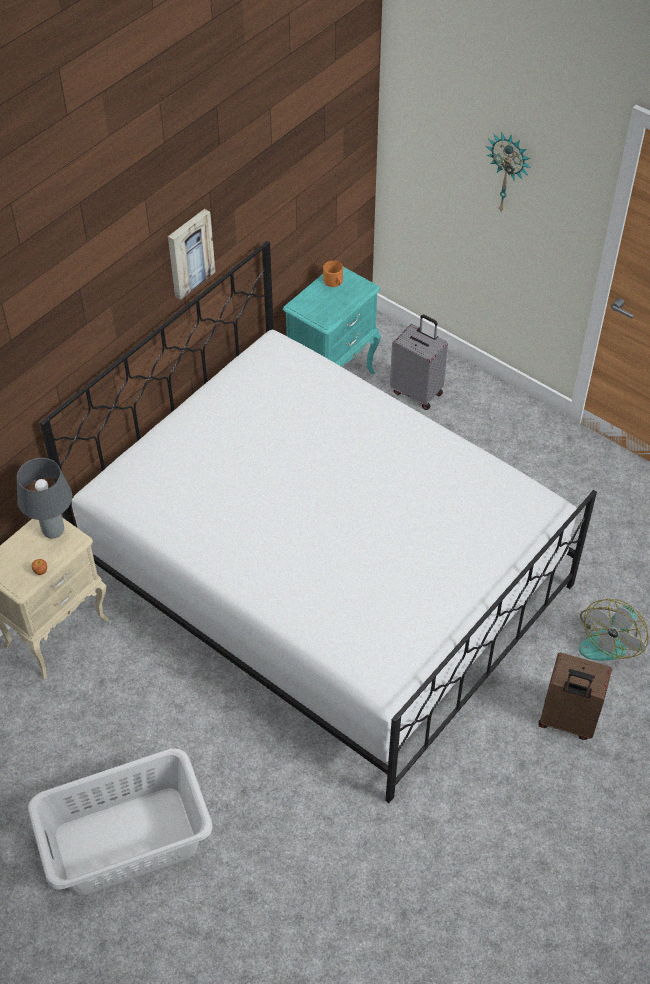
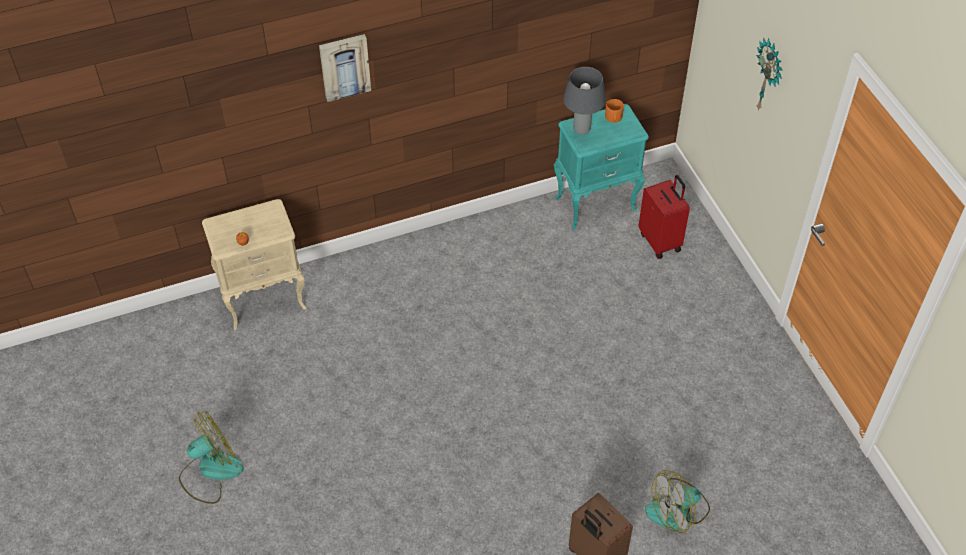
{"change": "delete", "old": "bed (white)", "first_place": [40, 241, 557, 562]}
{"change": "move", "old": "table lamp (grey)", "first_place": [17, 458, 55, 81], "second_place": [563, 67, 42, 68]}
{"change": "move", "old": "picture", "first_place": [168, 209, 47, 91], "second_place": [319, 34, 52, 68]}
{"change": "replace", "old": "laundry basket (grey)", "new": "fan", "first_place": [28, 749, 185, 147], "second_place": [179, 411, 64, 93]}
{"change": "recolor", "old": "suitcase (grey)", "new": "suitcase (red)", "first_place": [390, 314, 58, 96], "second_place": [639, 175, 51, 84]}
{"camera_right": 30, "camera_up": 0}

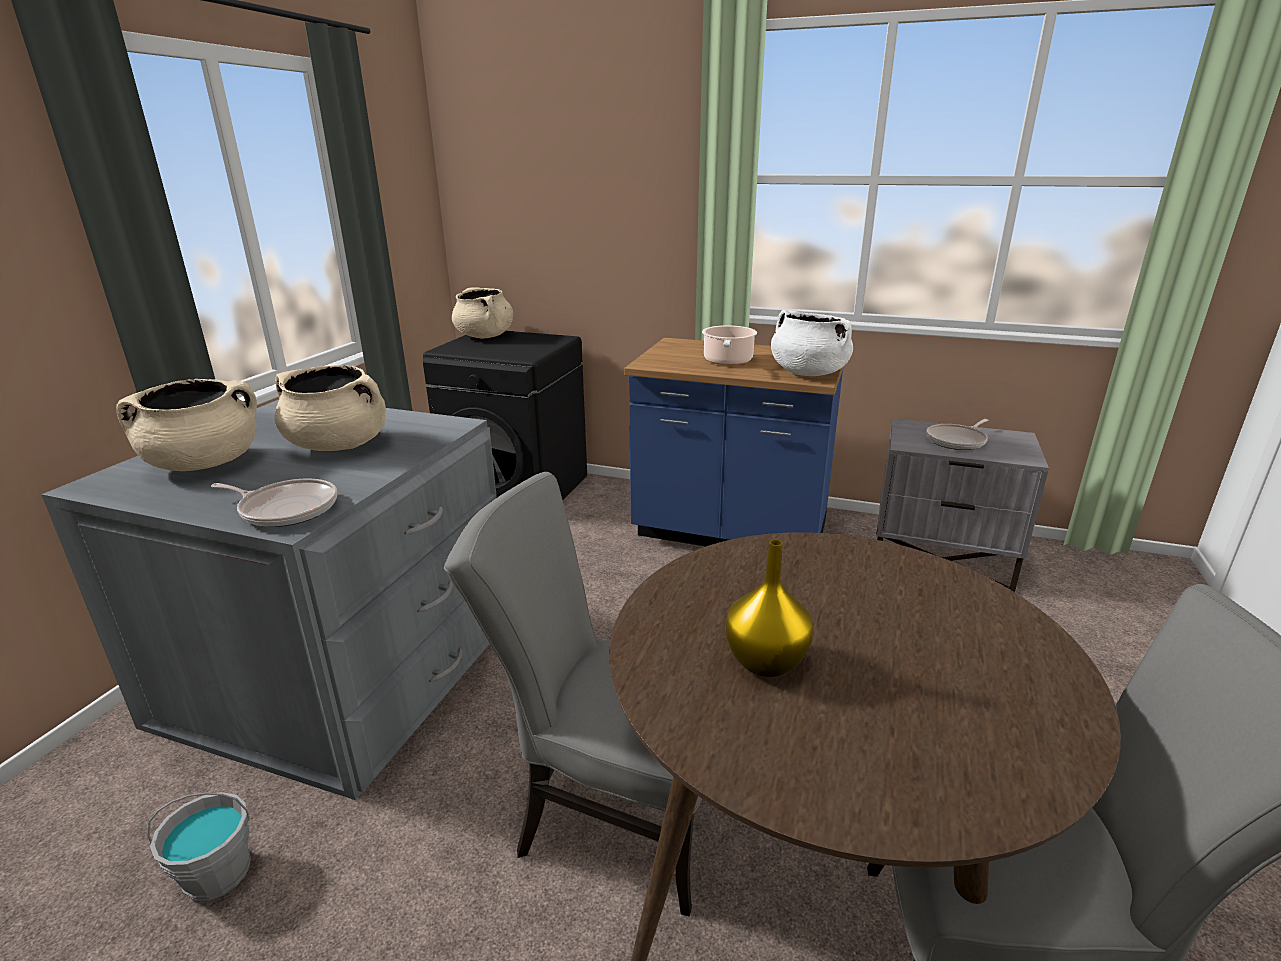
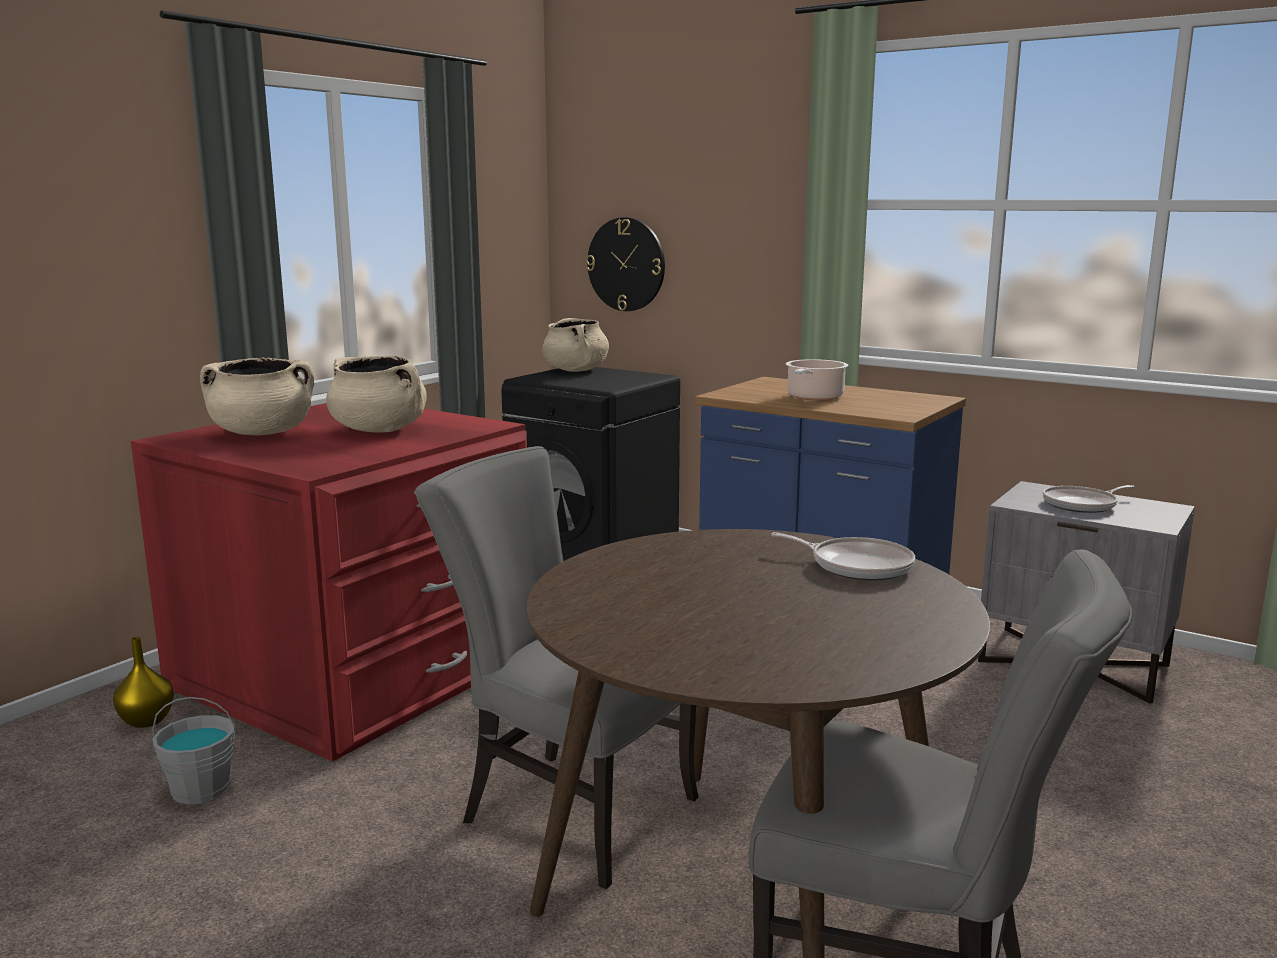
{"change": "delete", "old": "cooking pot (white)", "first_place": [771, 310, 82, 66]}
{"change": "insert", "new": "wall clock", "second_place": [586, 217, 79, 94]}
{"change": "move", "old": "frying pan", "first_place": [211, 479, 126, 48], "second_place": [771, 532, 144, 48]}
{"change": "move", "old": "vase (yellow)", "first_place": [725, 539, 88, 138], "second_place": [113, 637, 61, 91]}
{"change": "recolor", "old": "dresser (grey)", "new": "dresser (red)", "first_place": [41, 400, 456, 400], "second_place": [131, 403, 396, 359]}
{"camera_right": 15, "camera_up": -10}

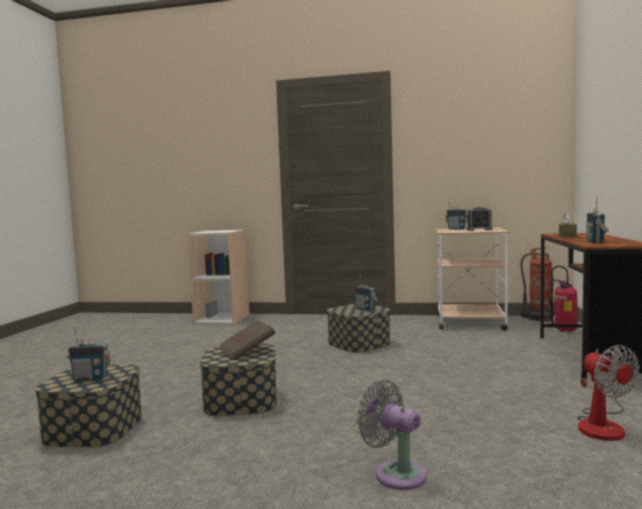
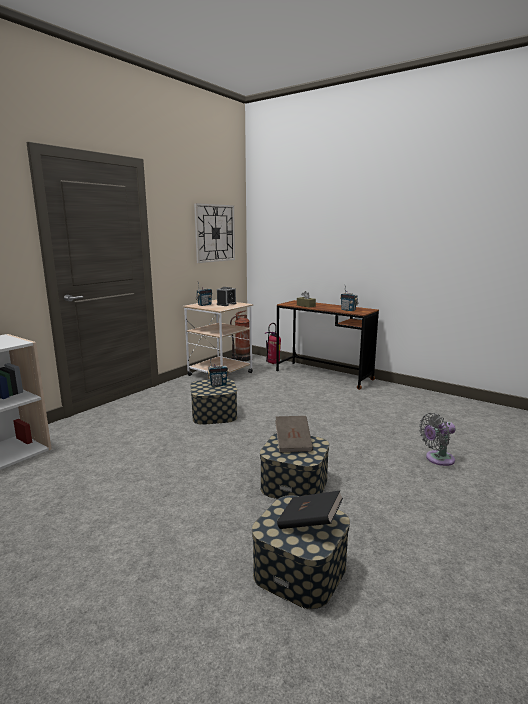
{"change": "delete", "old": "fan", "first_place": [577, 345, 63, 96]}
{"change": "insert", "new": "wall clock", "second_place": [194, 203, 41, 60]}
{"change": "replace", "old": "radio", "new": "book (black)", "first_place": [67, 327, 44, 55], "second_place": [277, 491, 66, 38]}
{"camera_right": -65, "camera_up": 10}

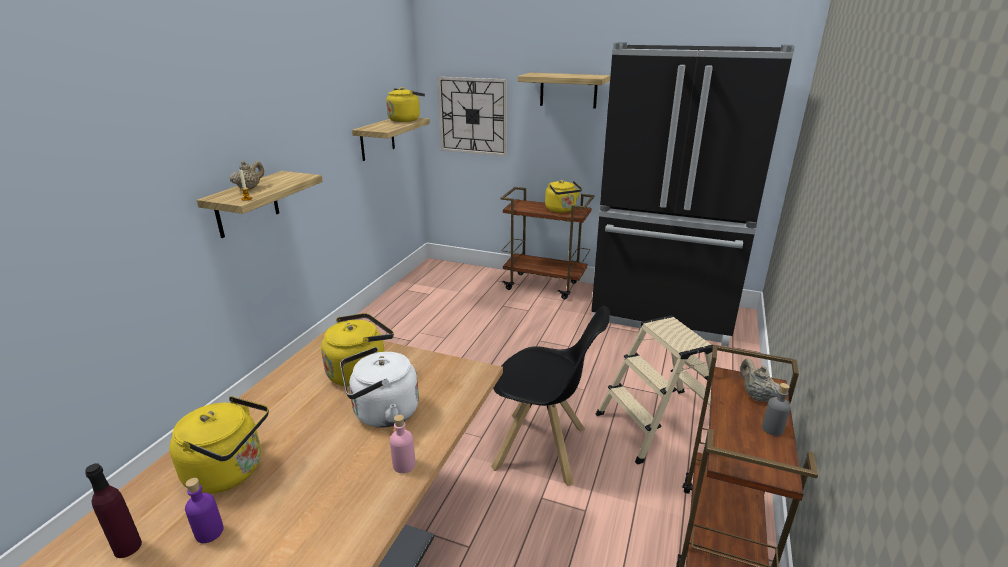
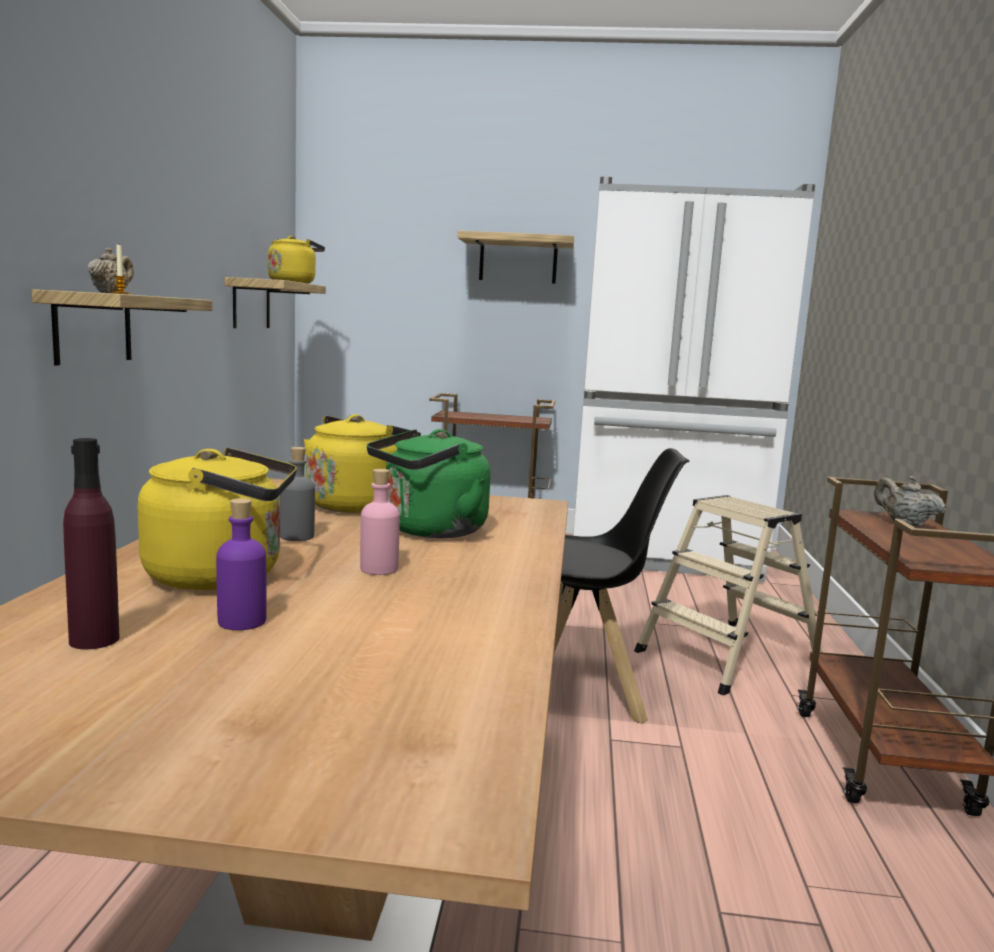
{"change": "delete", "old": "wall clock", "first_place": [437, 77, 70, 79]}
{"change": "delete", "old": "kettle (yellow)", "first_place": [545, 180, 37, 33]}
{"change": "move", "old": "bottle (pink)", "first_place": [390, 415, 26, 58], "second_place": [360, 469, 40, 106]}
{"change": "move", "old": "bottle (grey)", "first_place": [762, 383, 29, 53], "second_place": [280, 447, 35, 94]}
{"change": "recolor", "old": "kettle (white)", "new": "kettle (green)", "first_place": [340, 347, 79, 81], "second_place": [367, 429, 124, 109]}
{"change": "recolor", "old": "fridge (black)", "new": "fridge (white)", "first_place": [591, 42, 204, 305], "second_place": [573, 177, 242, 405]}
{"camera_right": -15, "camera_up": -15}

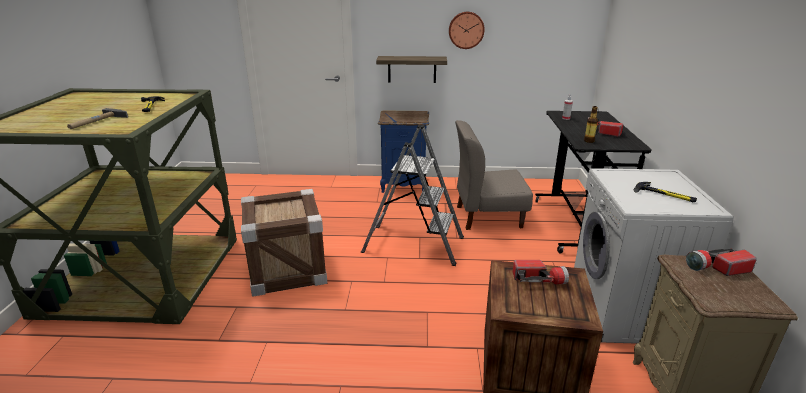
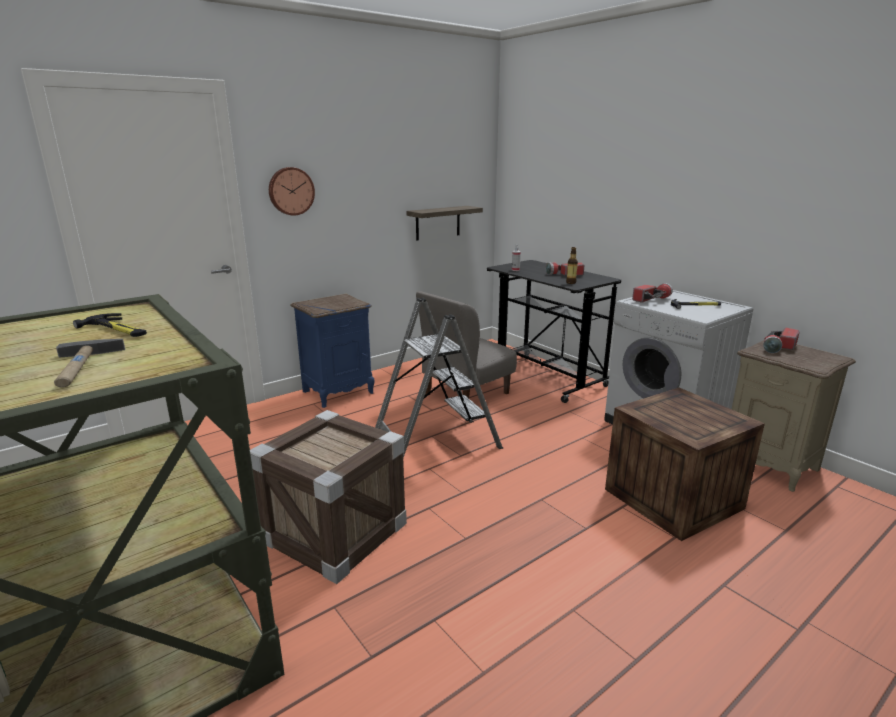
{"change": "move", "old": "shelf", "first_place": [376, 56, 71, 27], "second_place": [406, 206, 77, 34]}
{"change": "move", "old": "wall clock", "first_place": [449, 12, 36, 37], "second_place": [269, 167, 46, 49]}
{"change": "move", "old": "flashlight", "first_place": [513, 260, 56, 24], "second_place": [632, 283, 41, 20]}
{"camera_right": -40, "camera_up": -5}

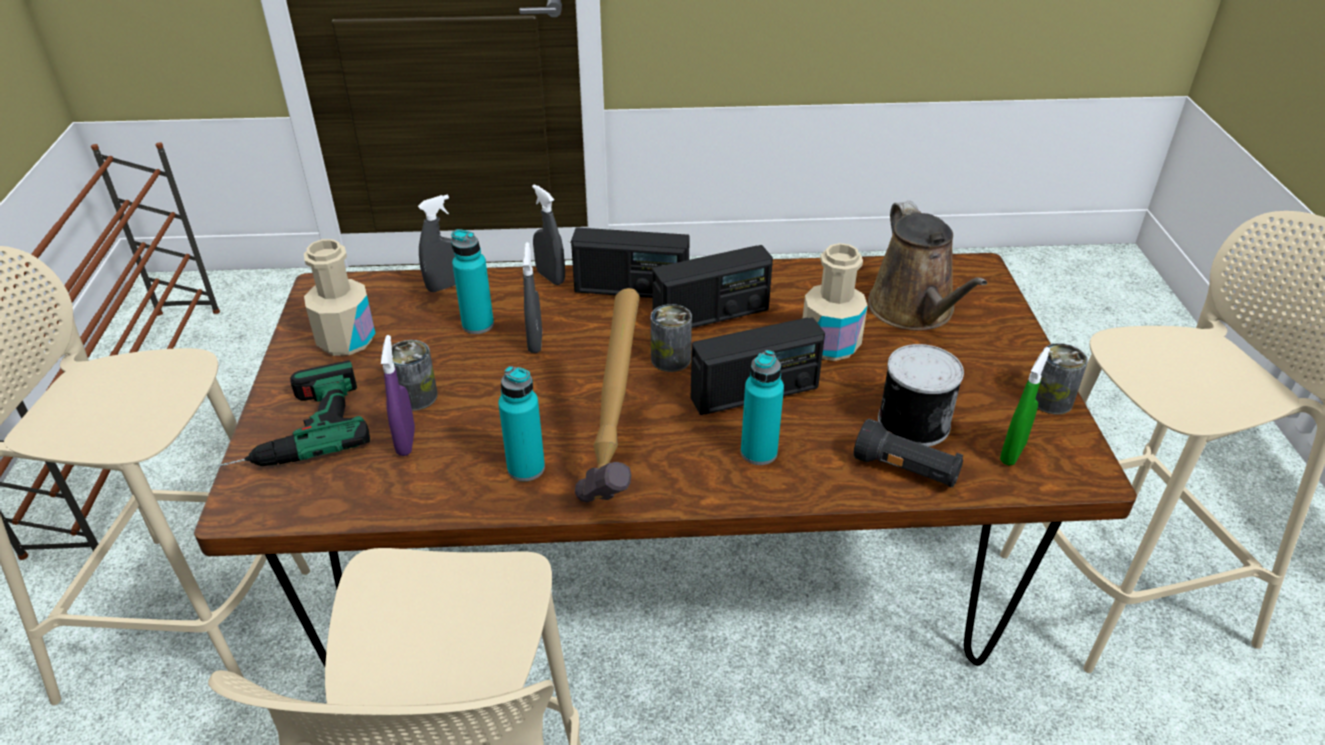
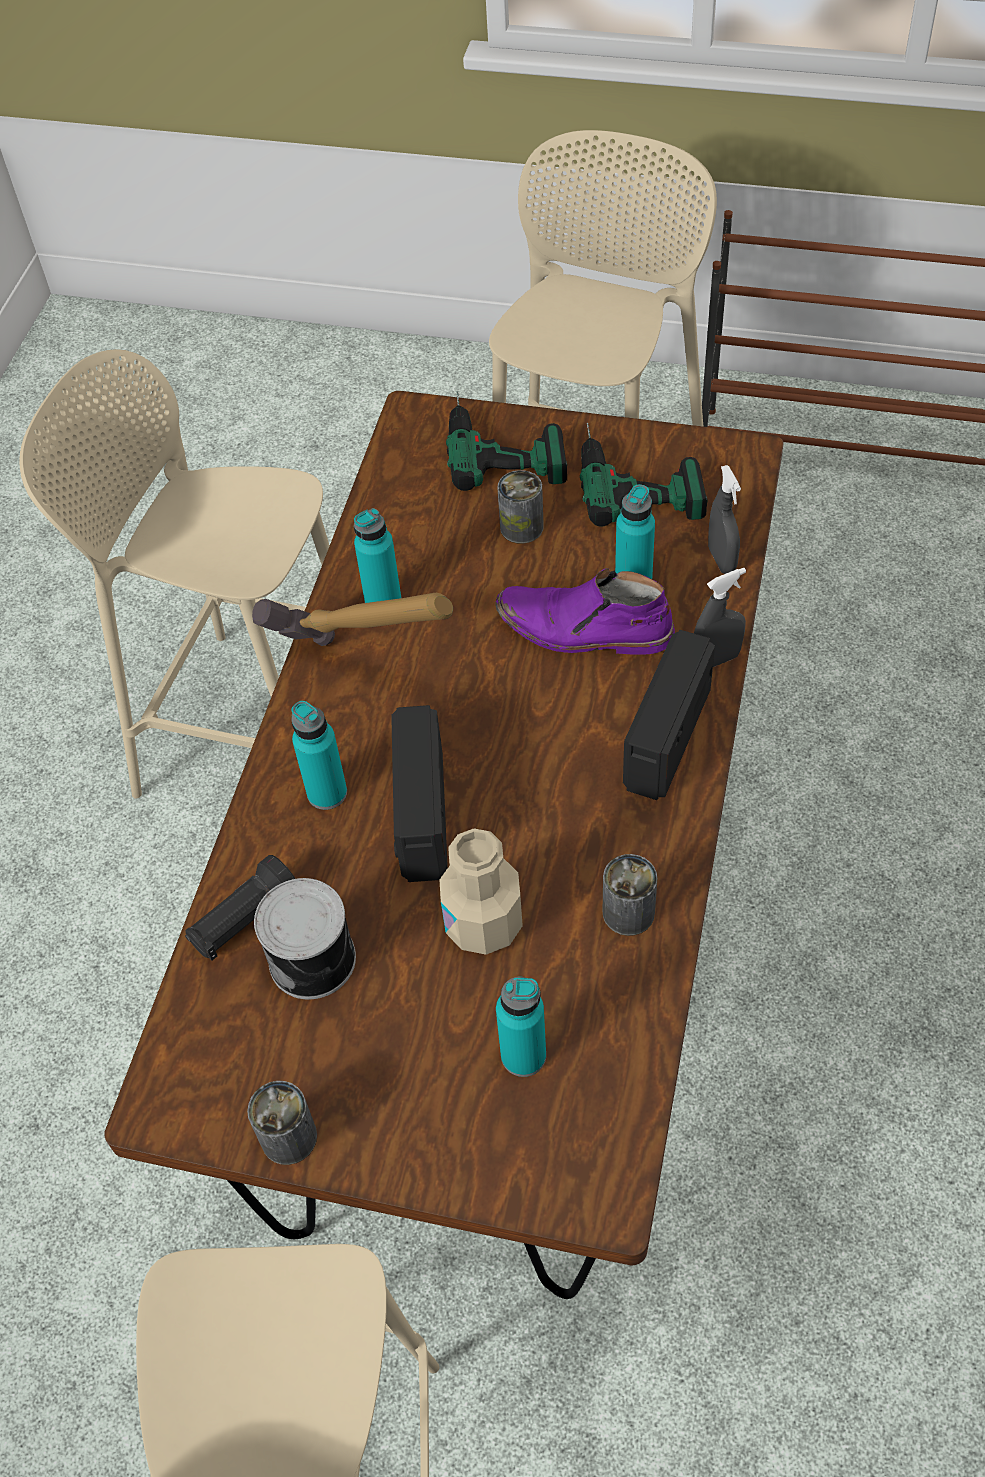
{"change": "delete", "old": "spray bottle (purple)", "first_place": [381, 335, 34, 121]}
{"change": "delete", "old": "radio", "first_place": [652, 245, 121, 83]}
{"change": "delete", "old": "spray bottle (green)", "first_place": [1000, 347, 50, 119]}
{"change": "move", "old": "can", "first_place": [651, 304, 41, 68], "second_place": [603, 854, 54, 82]}
{"change": "replace", "old": "bottle (beige)", "new": "power drill", "first_place": [304, 239, 72, 117], "second_place": [580, 422, 127, 104]}
{"change": "replace", "old": "spray bottle (grey)", "new": "boot (purple)", "first_place": [523, 242, 19, 111], "second_place": [495, 568, 180, 87]}
{"change": "replace", "old": "watering can (brown)", "new": "bottle (turquoise)", "first_place": [868, 201, 119, 129], "second_place": [496, 977, 50, 100]}
{"camera_right": 110, "camera_up": 15}

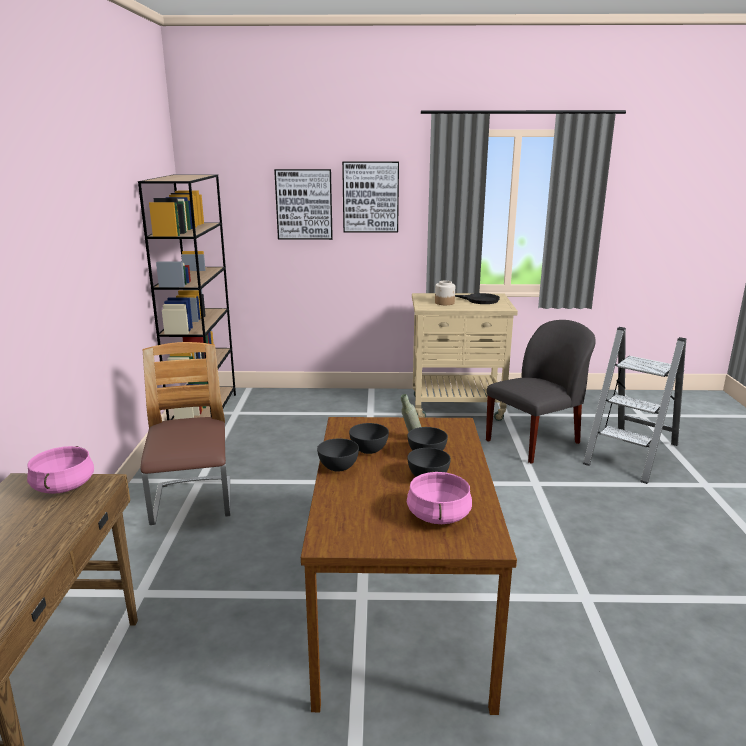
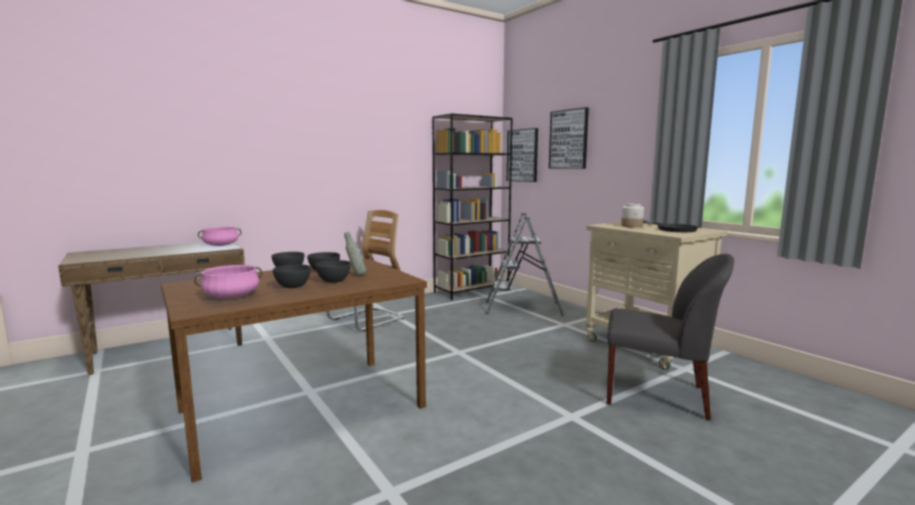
{"change": "move", "old": "picture", "first_place": [342, 161, 57, 72], "second_place": [507, 128, 31, 54]}
{"change": "move", "old": "step ladder (grey)", "first_place": [583, 327, 103, 157], "second_place": [485, 213, 79, 103]}
{"camera_right": 55, "camera_up": -10}

